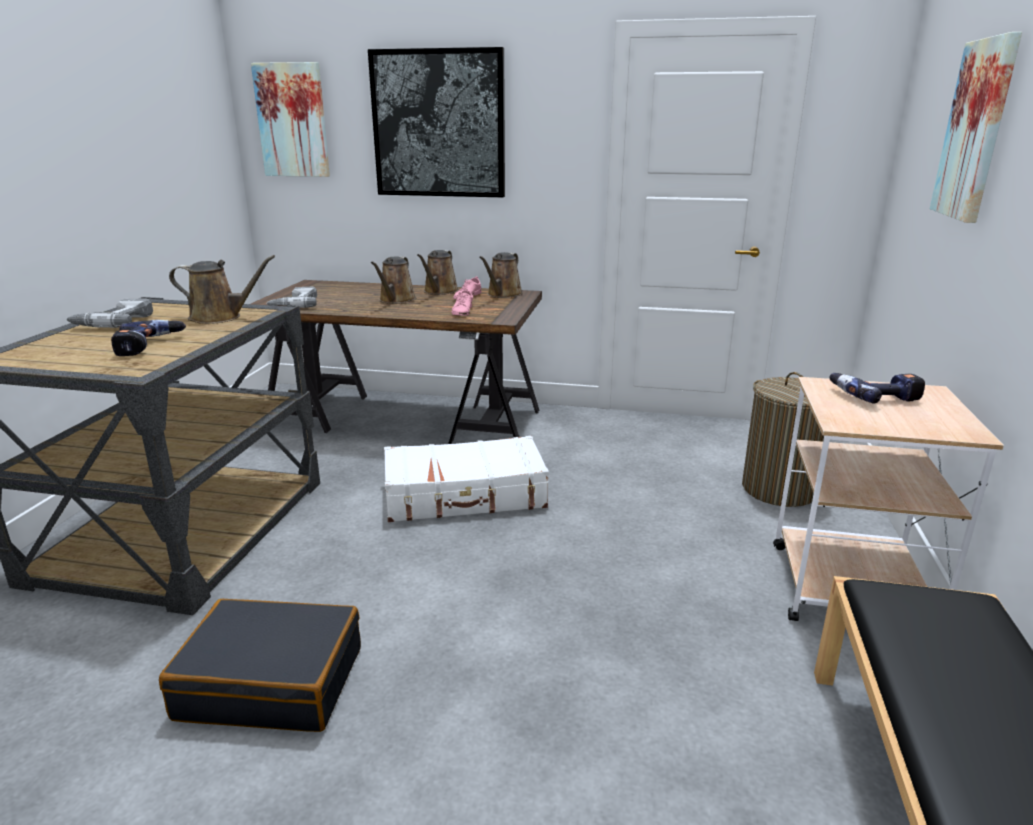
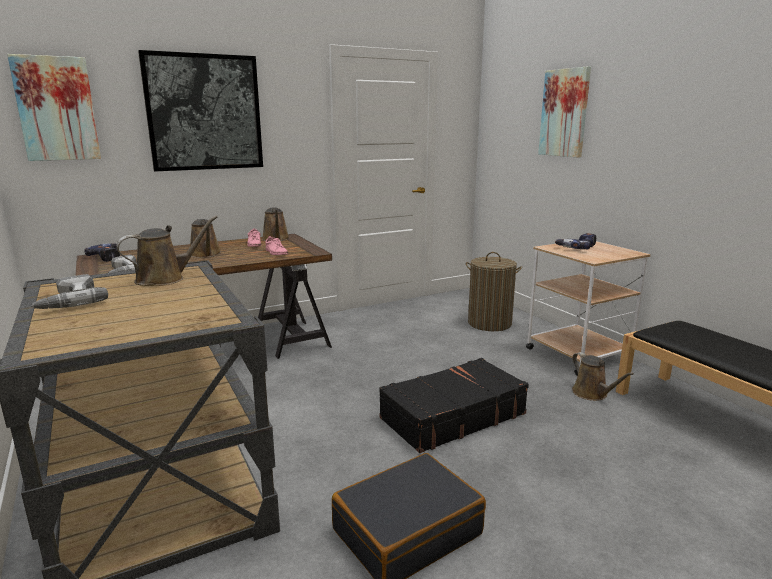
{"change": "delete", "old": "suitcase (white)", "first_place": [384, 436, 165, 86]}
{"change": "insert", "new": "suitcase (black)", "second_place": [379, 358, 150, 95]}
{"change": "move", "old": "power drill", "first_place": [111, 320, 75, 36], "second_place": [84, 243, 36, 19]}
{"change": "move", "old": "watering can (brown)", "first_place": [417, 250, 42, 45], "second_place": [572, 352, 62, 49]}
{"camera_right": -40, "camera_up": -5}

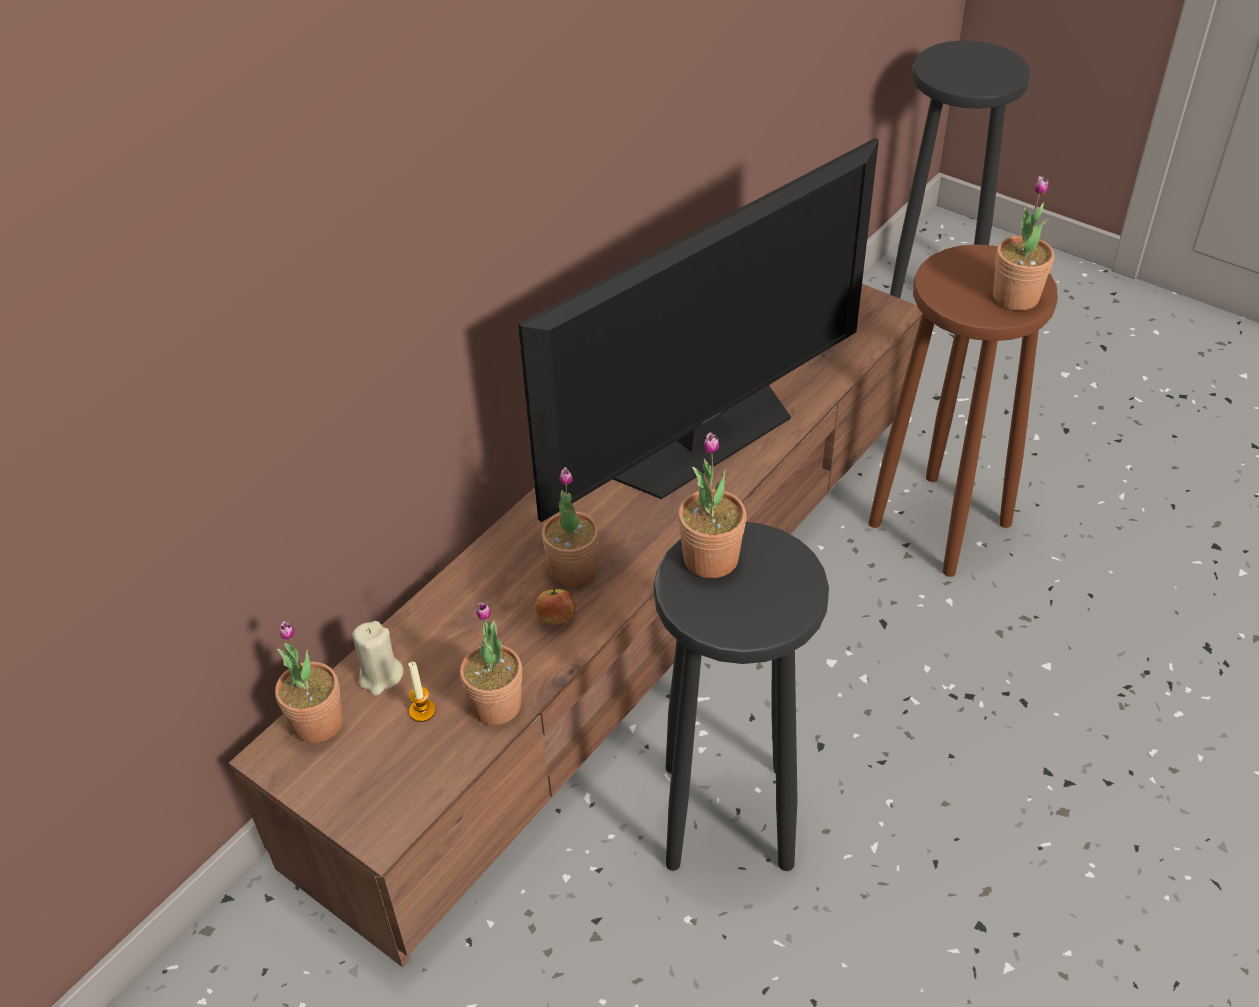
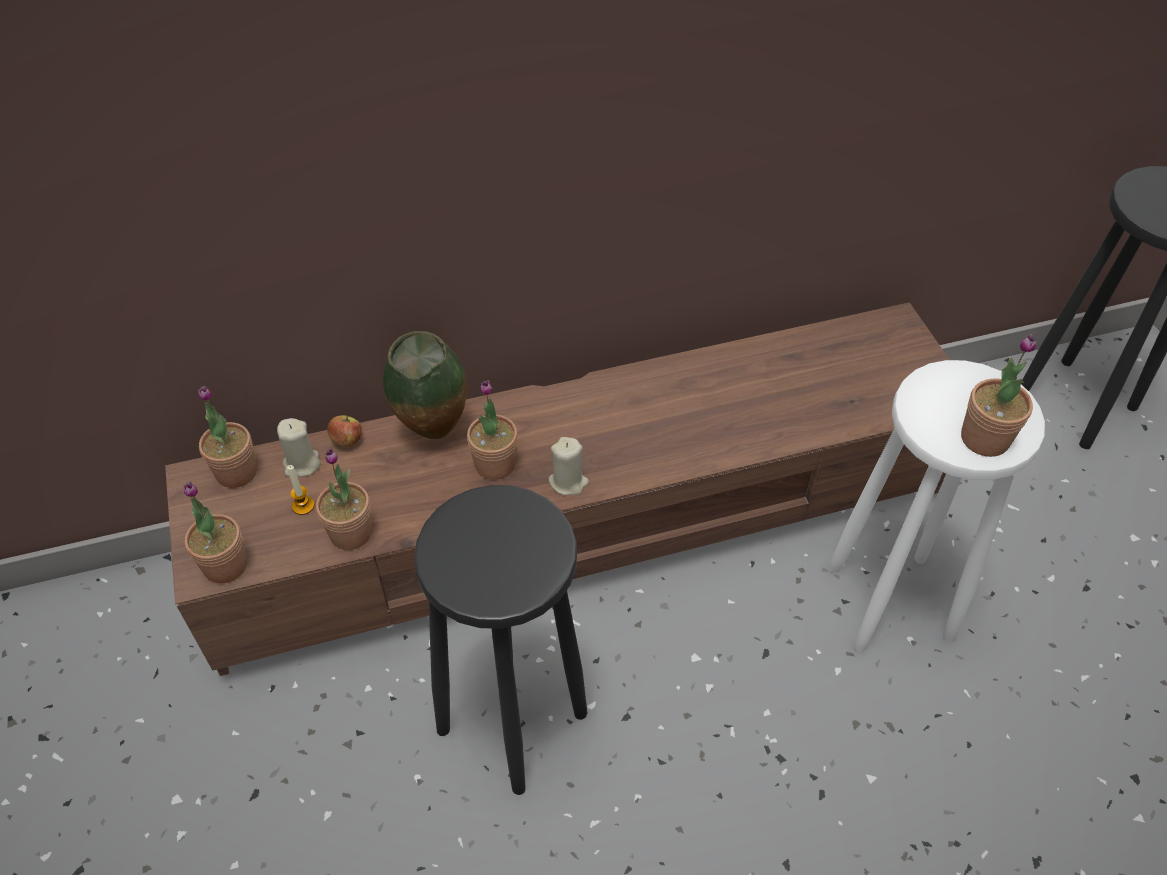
{"change": "delete", "old": "television", "first_place": [518, 138, 361, 384]}
{"change": "insert", "new": "vase", "second_place": [383, 331, 84, 108]}
{"change": "insert", "new": "candle (beige)", "second_place": [548, 437, 41, 58]}
{"change": "move", "old": "apple", "first_place": [535, 588, 40, 36], "second_place": [327, 415, 35, 32]}
{"change": "move", "old": "potted plant", "first_place": [678, 432, 68, 146], "second_place": [183, 482, 64, 101]}
{"change": "recolor", "old": "stool (brown)", "new": "stool (white)", "first_place": [869, 244, 189, 333], "second_place": [829, 360, 216, 292]}
{"camera_right": 35, "camera_up": 5}

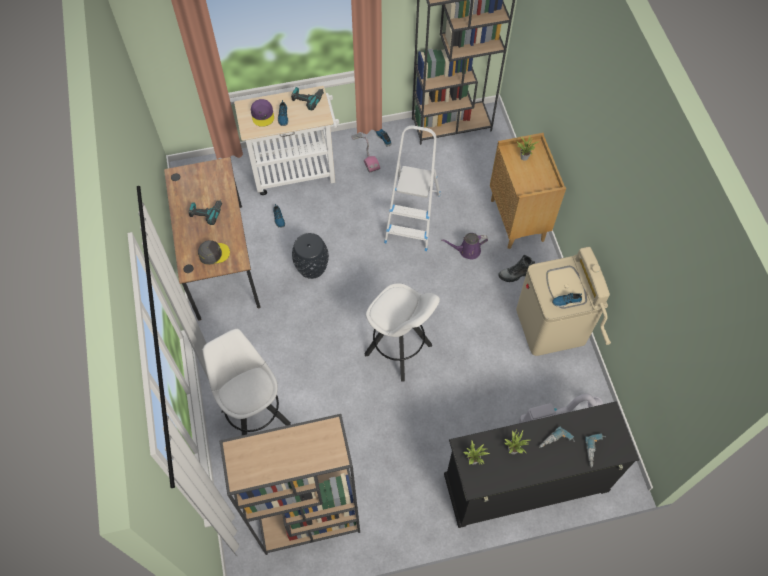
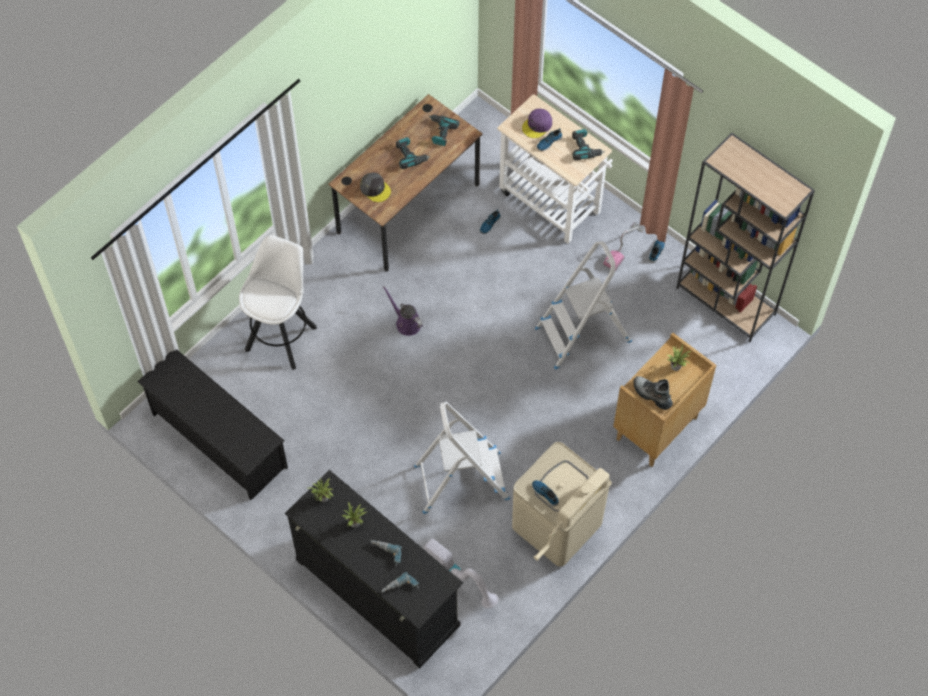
{"change": "delete", "old": "stool (black)", "first_place": [292, 233, 37, 46]}
{"change": "delete", "old": "stool (white)", "first_place": [364, 283, 76, 99]}
{"change": "insert", "new": "step ladder (white)", "second_place": [414, 402, 96, 112]}
{"change": "insert", "new": "power drill", "second_place": [429, 114, 30, 32]}
{"change": "move", "old": "watering can (purple)", "first_place": [441, 233, 47, 26], "second_place": [383, 286, 40, 50]}
{"change": "move", "old": "boot", "first_place": [498, 255, 37, 27], "second_place": [634, 376, 39, 34]}
{"change": "replace", "old": "bookcase", "new": "shoe rack (black)", "first_place": [219, 414, 141, 141], "second_place": [137, 349, 151, 151]}
{"camera_right": 55, "camera_up": 0}

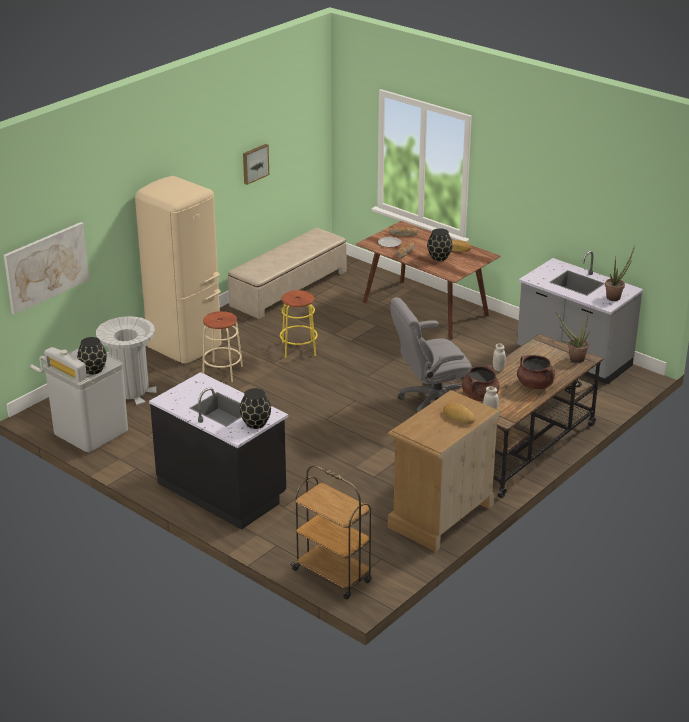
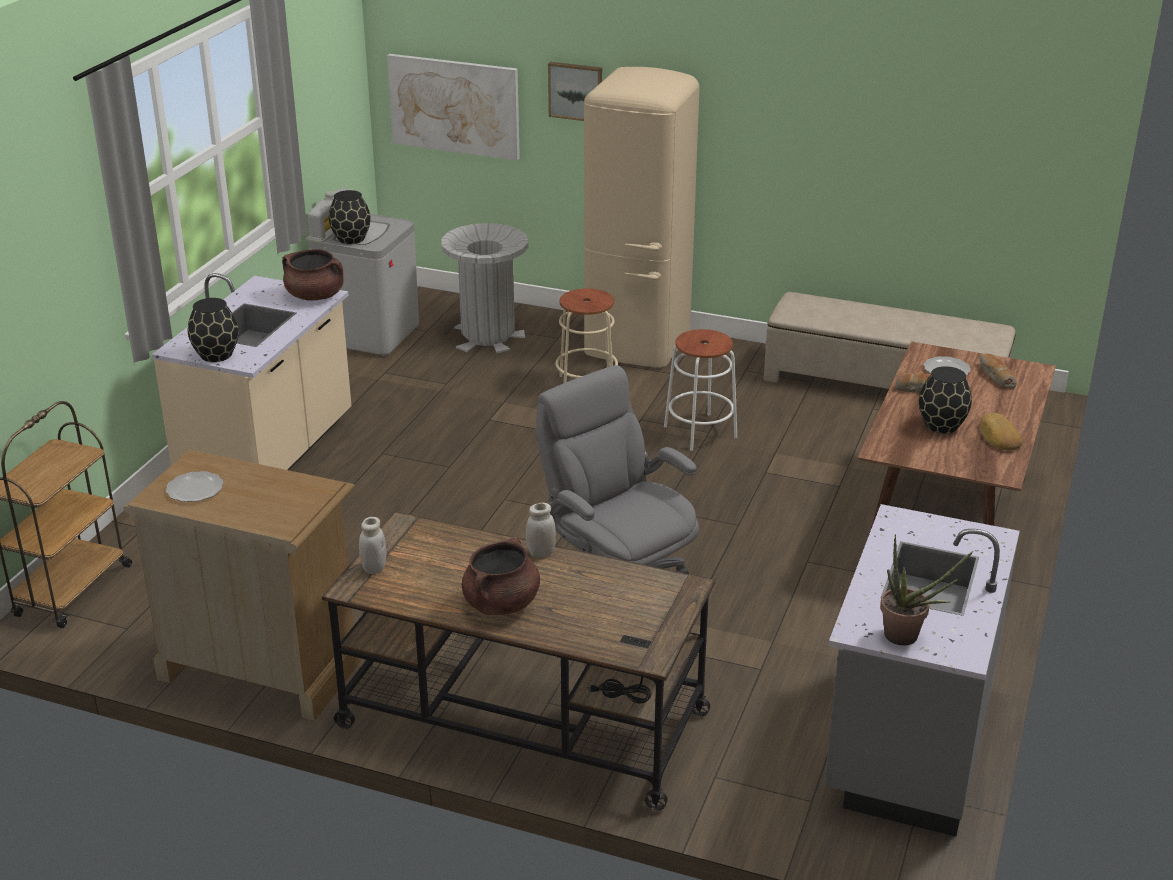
{"change": "delete", "old": "bread", "first_place": [443, 403, 33, 21]}
{"change": "delete", "old": "potted plant", "first_place": [556, 312, 34, 51]}
{"change": "insert", "new": "plate", "second_place": [166, 471, 58, 31]}
{"change": "move", "old": "picture", "first_place": [243, 144, 26, 41], "second_place": [548, 62, 54, 59]}
{"change": "move", "old": "cooking pot (brown)", "first_place": [462, 365, 38, 36], "second_place": [282, 249, 62, 52]}
{"change": "recolor", "old": "counter (black)", "new": "counter (beige)", "first_place": [149, 372, 139, 158], "second_place": [152, 273, 199, 197]}
{"change": "recolor", "old": "stool (yellow)", "new": "stool (white)", "first_place": [280, 290, 38, 68], "second_place": [664, 329, 73, 122]}
{"camera_right": 70, "camera_up": 0}

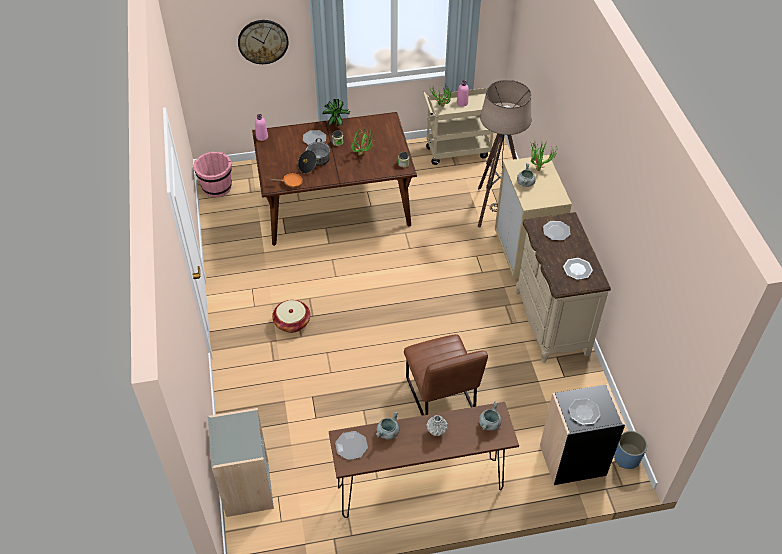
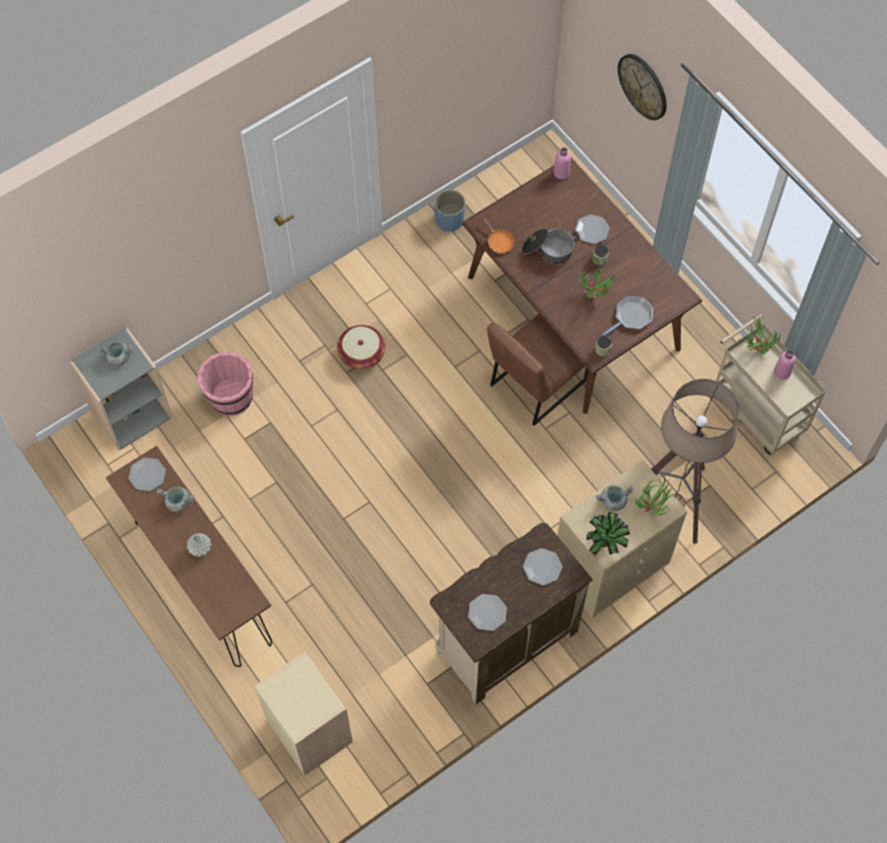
{"change": "delete", "old": "plate", "first_place": [568, 398, 33, 27]}
{"change": "insert", "new": "frying pan", "second_place": [602, 296, 51, 39]}
{"change": "move", "old": "bucket (pink)", "first_place": [193, 152, 39, 45], "second_place": [198, 352, 55, 64]}
{"change": "move", "old": "potted plant", "first_place": [323, 99, 27, 28], "second_place": [586, 512, 44, 43]}
{"change": "move", "old": "chair (brown)", "first_place": [404, 334, 84, 81], "second_place": [487, 314, 101, 112]}
{"change": "move", "old": "cooking pot (grey)", "first_place": [479, 402, 23, 29], "second_place": [97, 342, 36, 24]}
{"change": "move", "old": "planter (blue)", "first_place": [614, 431, 33, 38], "second_place": [434, 190, 31, 42]}
{"change": "recolor", "old": "bookcase (black)", "new": "bookcase (beige)", "first_place": [540, 384, 85, 101], "second_place": [254, 652, 99, 124]}
{"camera_right": 65, "camera_up": 15}

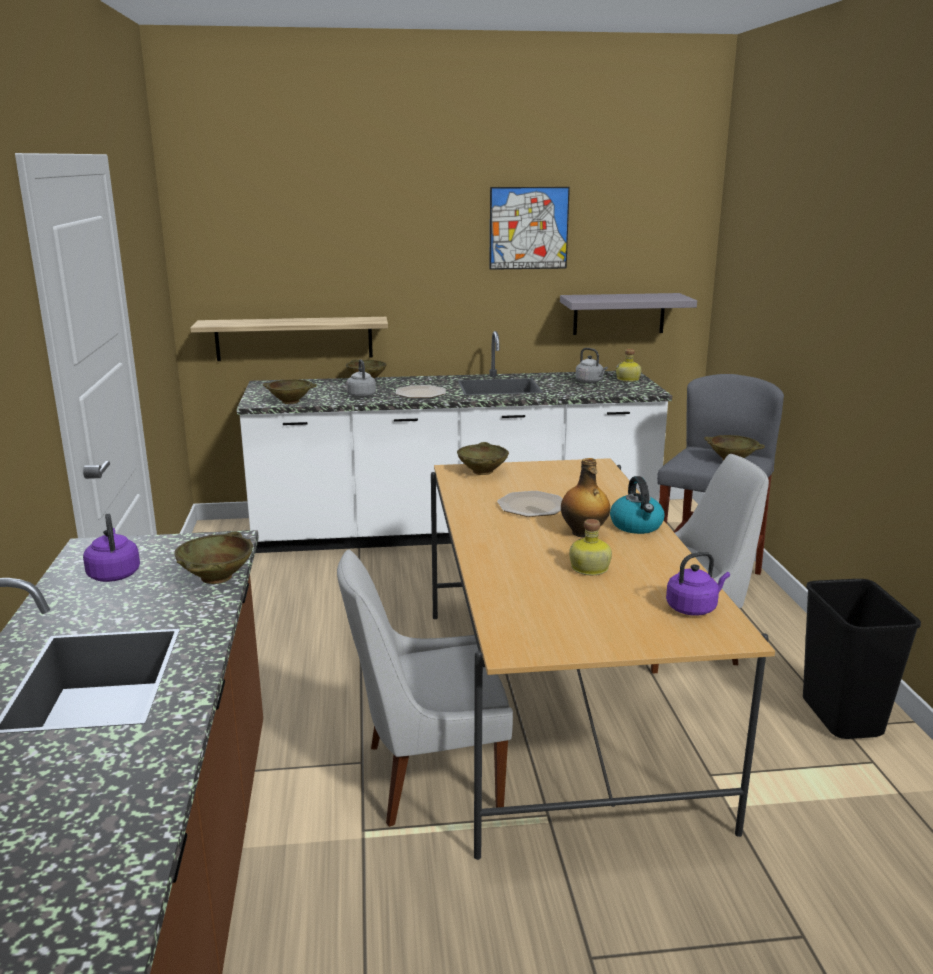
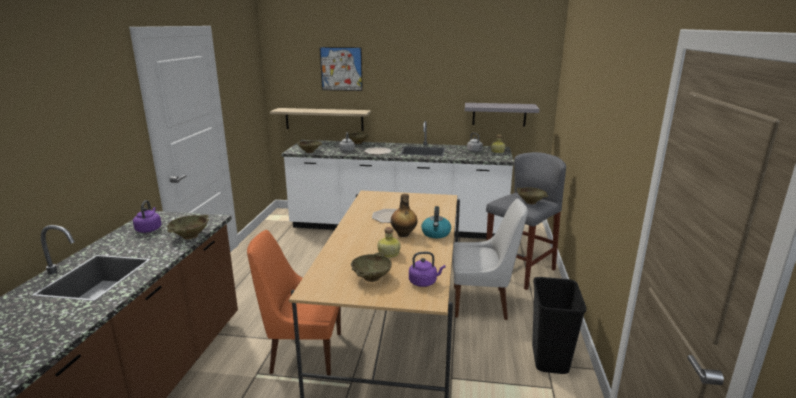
{"change": "move", "old": "bowl (beige)", "first_place": [457, 442, 52, 33], "second_place": [351, 252, 41, 30]}
{"change": "move", "old": "picture", "first_place": [489, 187, 81, 83], "second_place": [320, 47, 43, 44]}
{"change": "recolor", "old": "chair (white)", "new": "chair (orange)", "first_place": [337, 550, 176, 277], "second_place": [247, 230, 94, 145]}
{"camera_right": 15, "camera_up": 0}

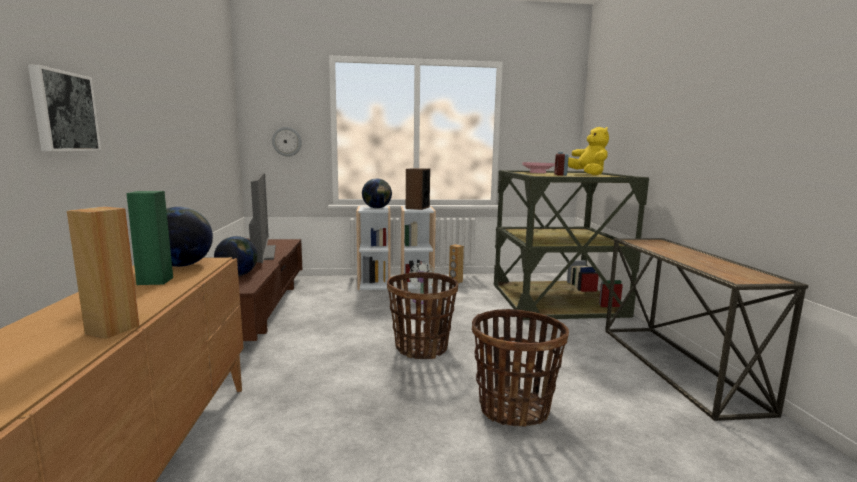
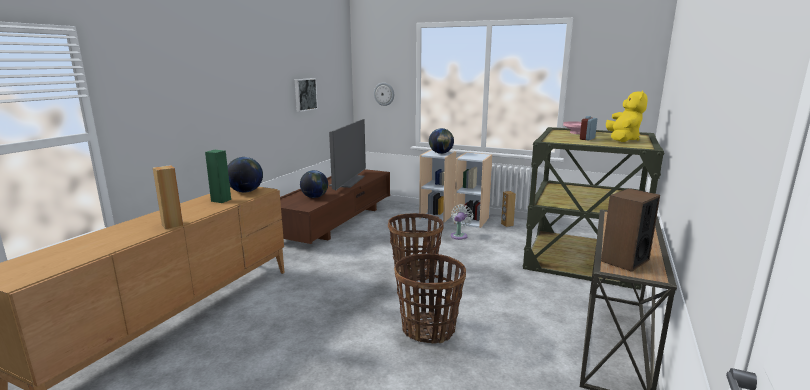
{"change": "move", "old": "picture", "first_place": [28, 65, 73, 86], "second_place": [295, 78, 23, 34]}
{"change": "move", "old": "speaker", "first_place": [406, 168, 24, 42], "second_place": [601, 188, 59, 84]}
{"camera_right": 30, "camera_up": 5}

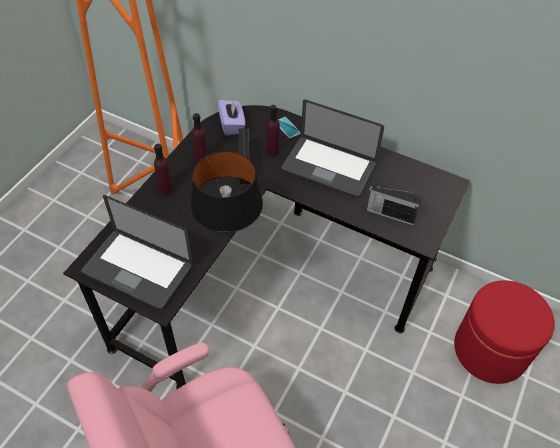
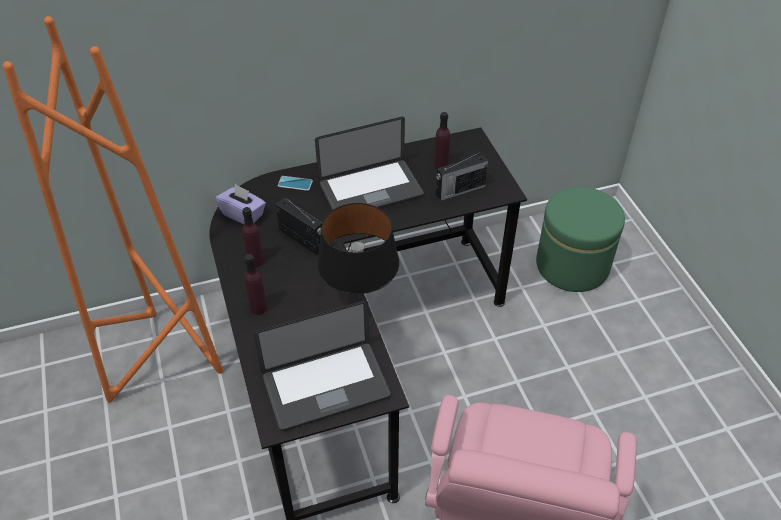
{"change": "move", "old": "bottle (purple)", "first_place": [266, 105, 14, 51], "second_place": [434, 112, 16, 57]}
{"change": "recolor", "old": "ottoman (red)", "new": "ottoman (green)", "first_place": [454, 280, 101, 104], "second_place": [536, 187, 89, 105]}
{"camera_right": -45, "camera_up": -5}

